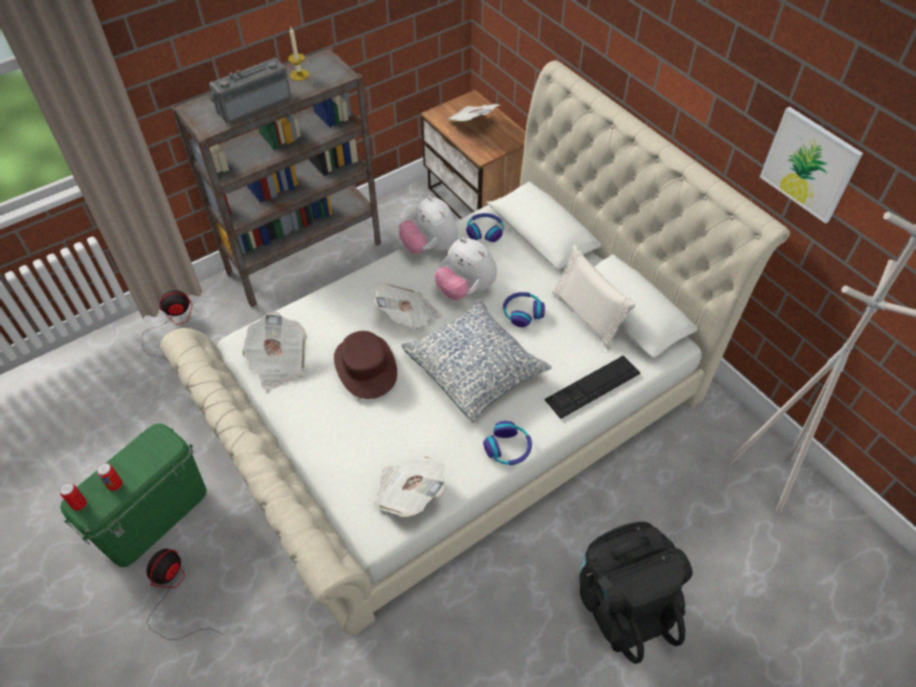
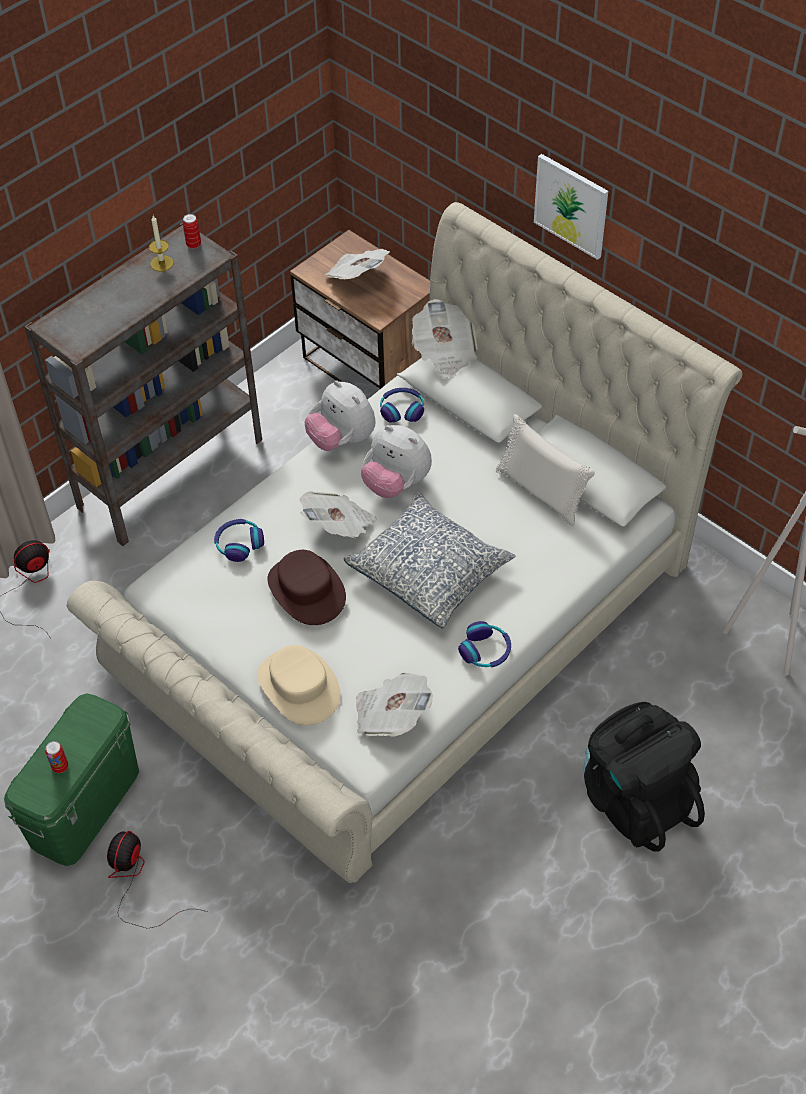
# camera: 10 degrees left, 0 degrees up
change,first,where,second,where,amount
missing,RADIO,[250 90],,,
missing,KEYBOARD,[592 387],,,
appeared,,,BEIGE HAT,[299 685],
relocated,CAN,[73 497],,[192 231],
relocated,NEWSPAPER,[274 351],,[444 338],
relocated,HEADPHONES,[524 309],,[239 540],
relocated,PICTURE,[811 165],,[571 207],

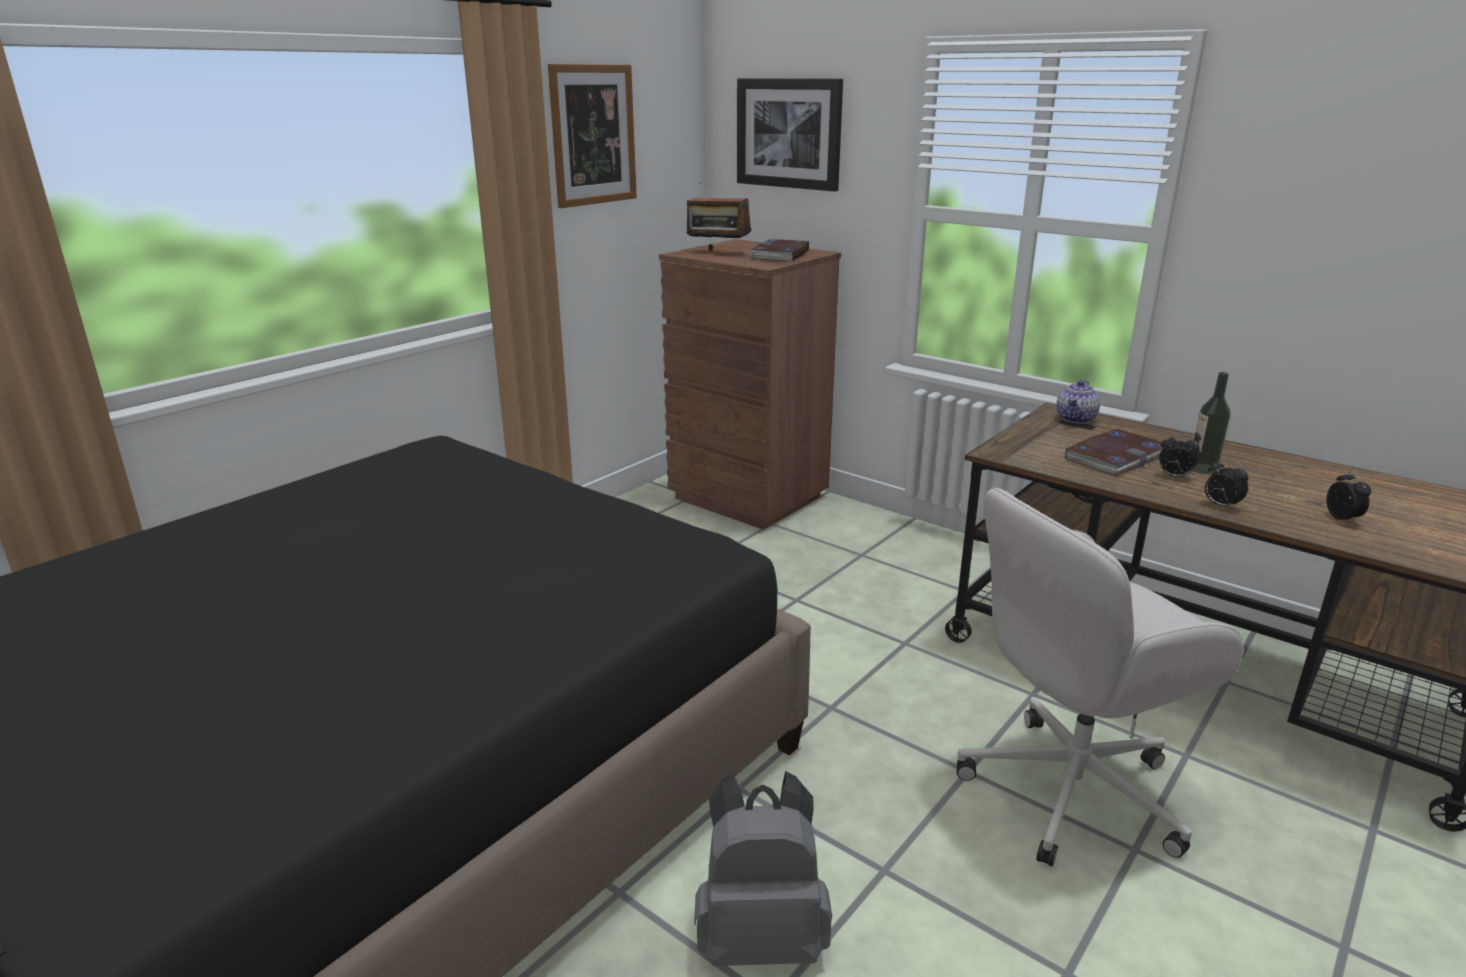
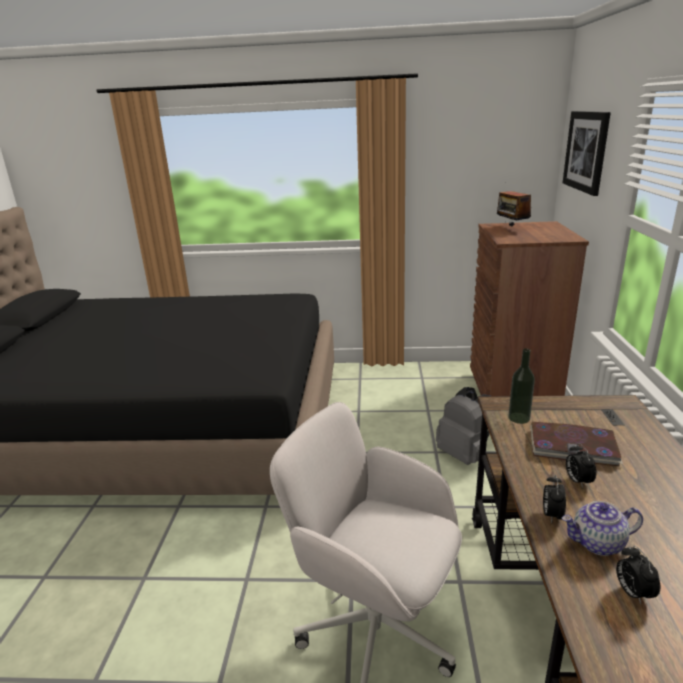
# camera: 55 degrees right, 0 degrees up
change,first,where,second,where,amount
missing,PICTURE,[592 136],,,
missing,BOOK,[779 250],,,
relocated,GREY BACKPACK,[763 868],,[463 426],
relocated,TEAPOT,[1078 402],,[602 528],
relocated,BOTTLE,[1211 423],,[521 386],
spun,ALARM CLOCK,[1348 497],,[638 575],120 degrees clockwise

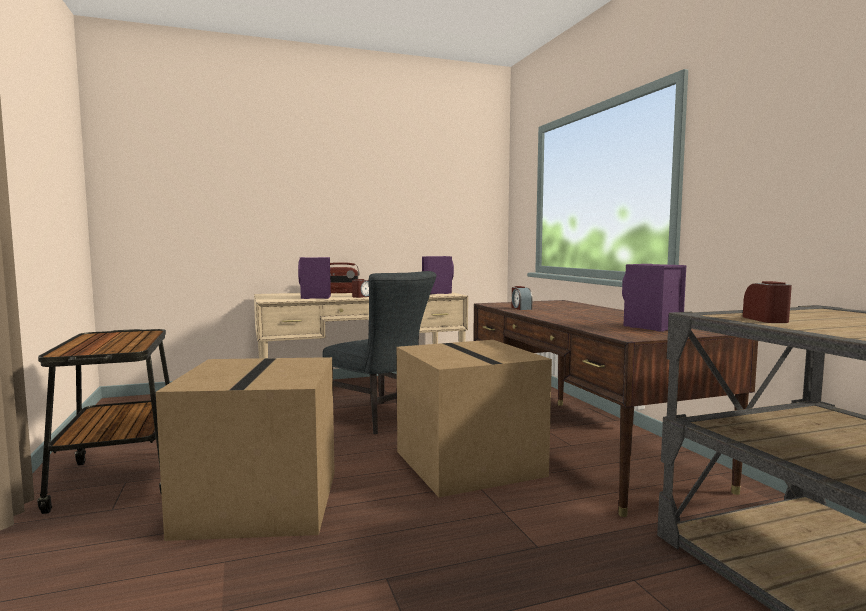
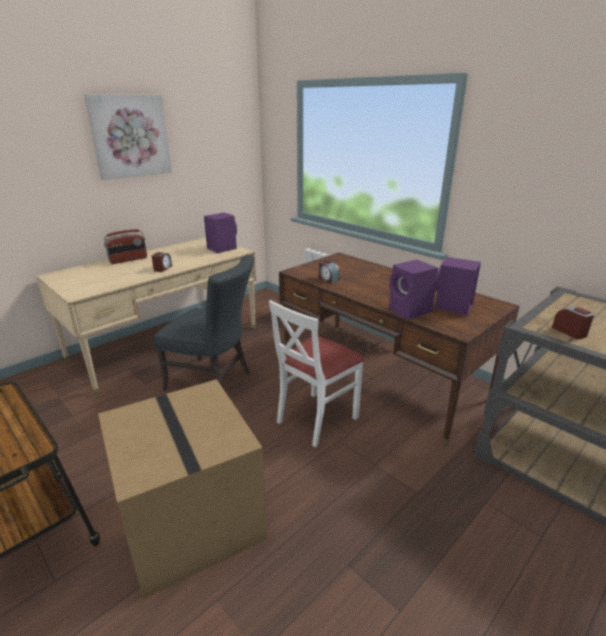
# camera: 25 degrees left, 20 degrees up
change,first,where,second,where,amount
appeared,,,PICTURE,[128 137],
relocated,PURPLE SPEAKER,[314 278],,[413 289],
exchanged,CARDBOARD BOX,[474 418],WHITE CHAIR,[317 373],

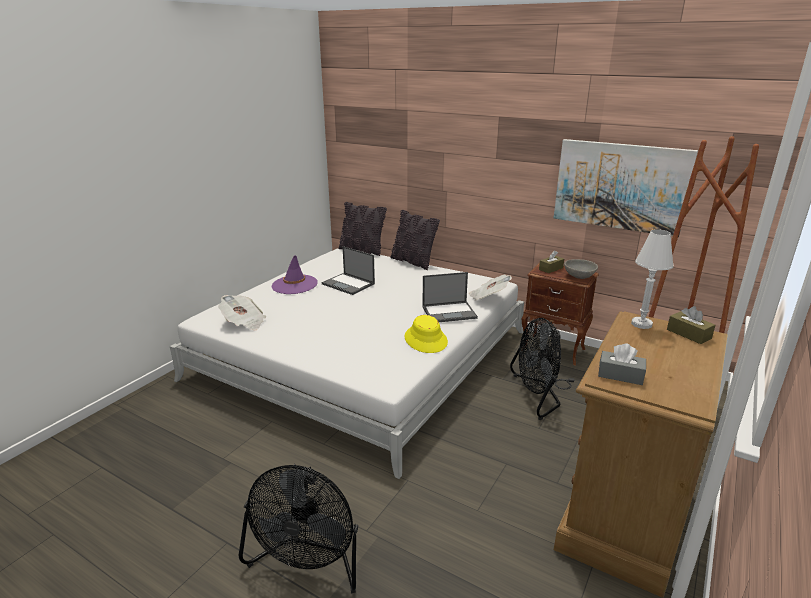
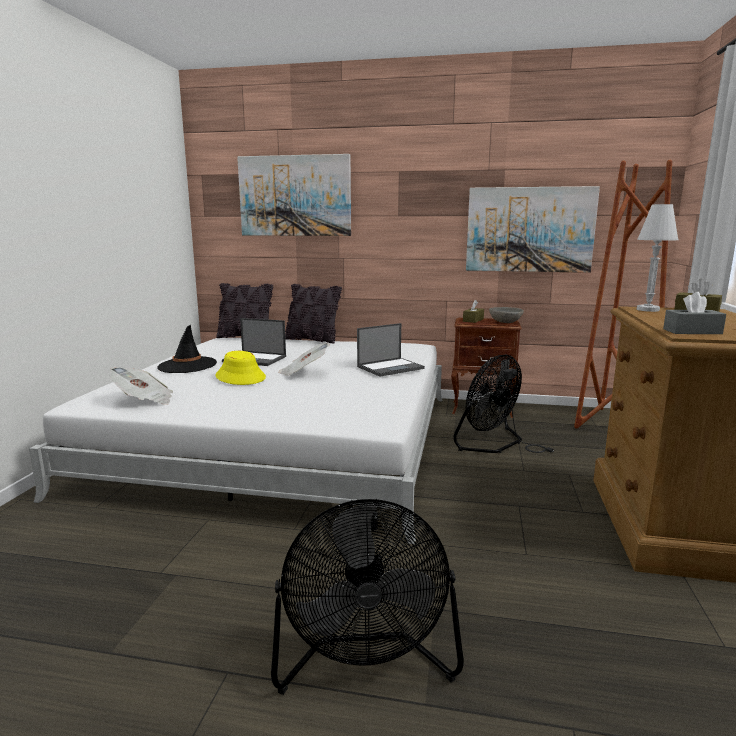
# camera: 20 degrees left, 10 degrees down
change,first,where,second,where,amount
appeared,,,PICTURE,[294 195],
relocated,YELLOW HAT,[426 334],,[241 368],
relocated,NEWSPAPER,[490 287],,[304 359],
colour,PURPLE HAT,[295 274],BLACK HAT,[187 349],
spun,BLACK FAN,[543 369],,[504 404],75 degrees clockwise

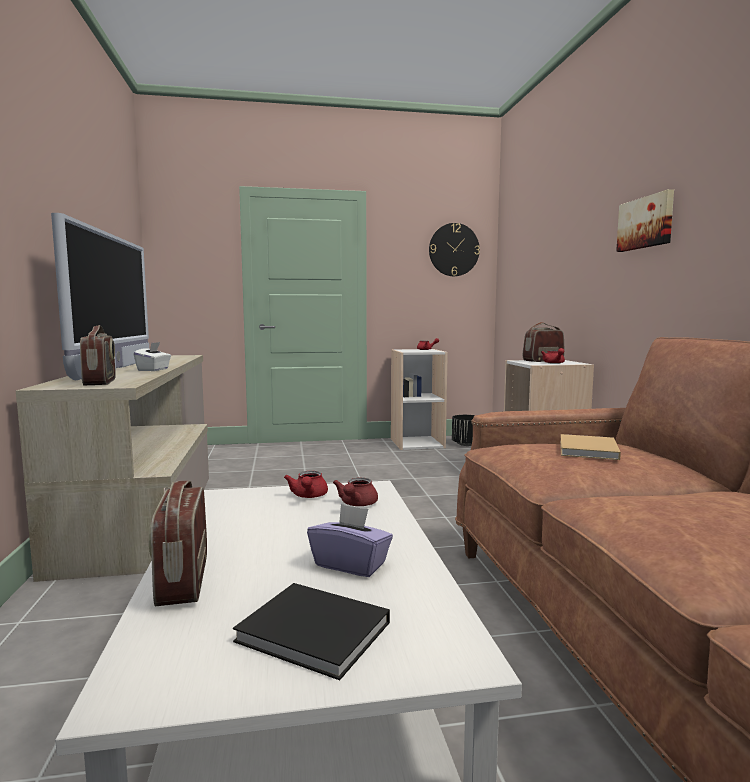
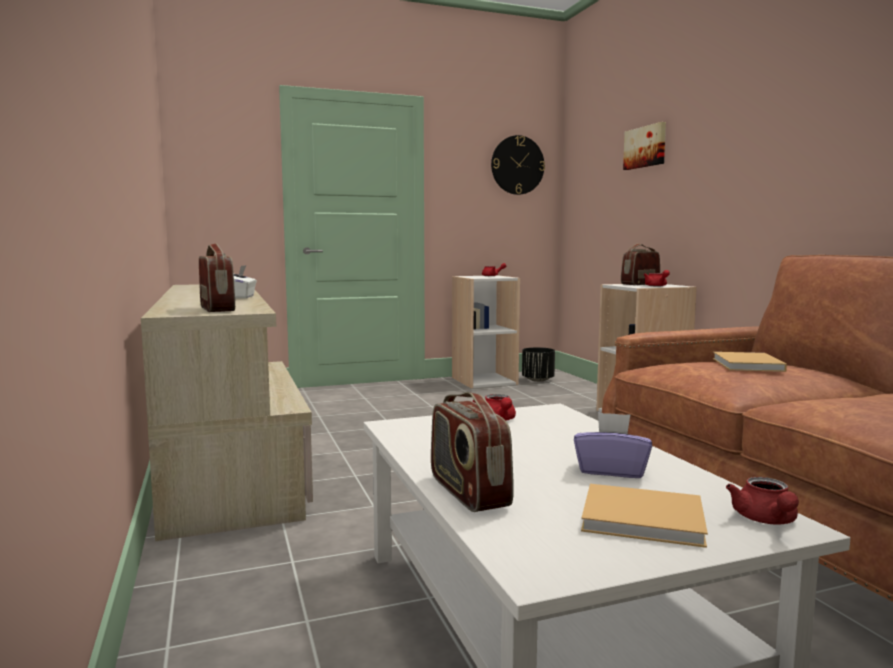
# camera: 10 degrees left, 0 degrees up
change,first,where,second,where,amount
missing,TELEVISION,[100 296],,,
relocated,RED TEAPOT,[355 492],,[762 500],
relocated,PICTURE,[645 220],,[644 146],
colour,BLACK BOOK,[311 631],BEIGE BOOK,[644 516],

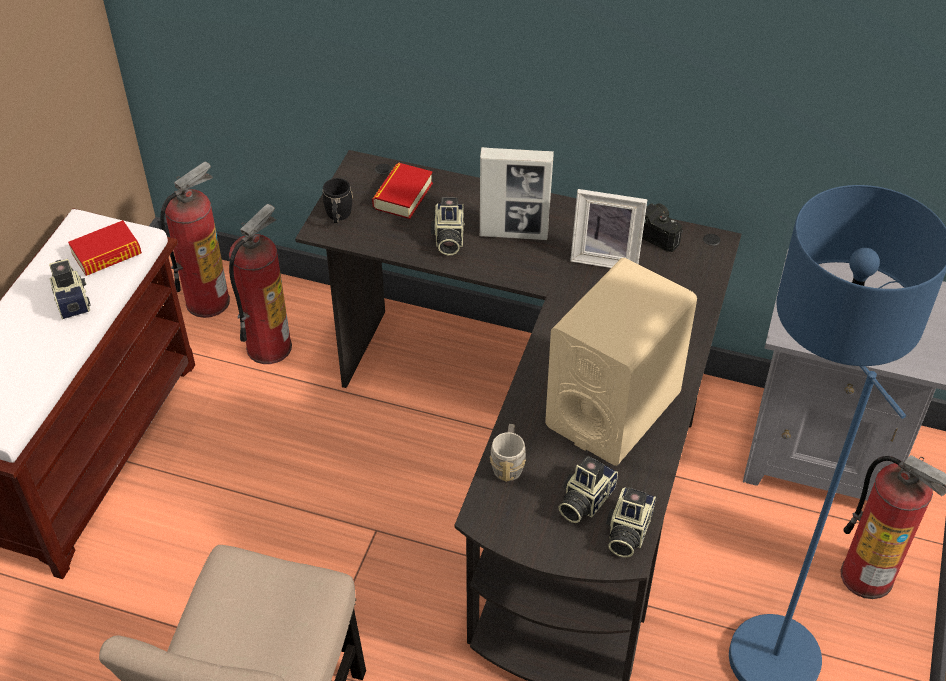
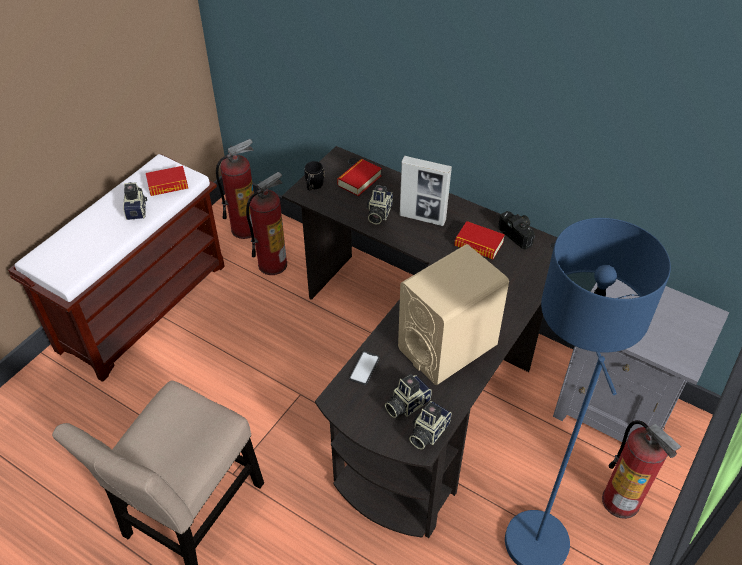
# camera: 15 degrees right, 0 degrees up
change,first,where,second,where,amount
exchanged,GREY MUG,[508 453],PHONE,[364 368],
exchanged,PICTURE FRAME,[608 228],BOOK,[479 240],

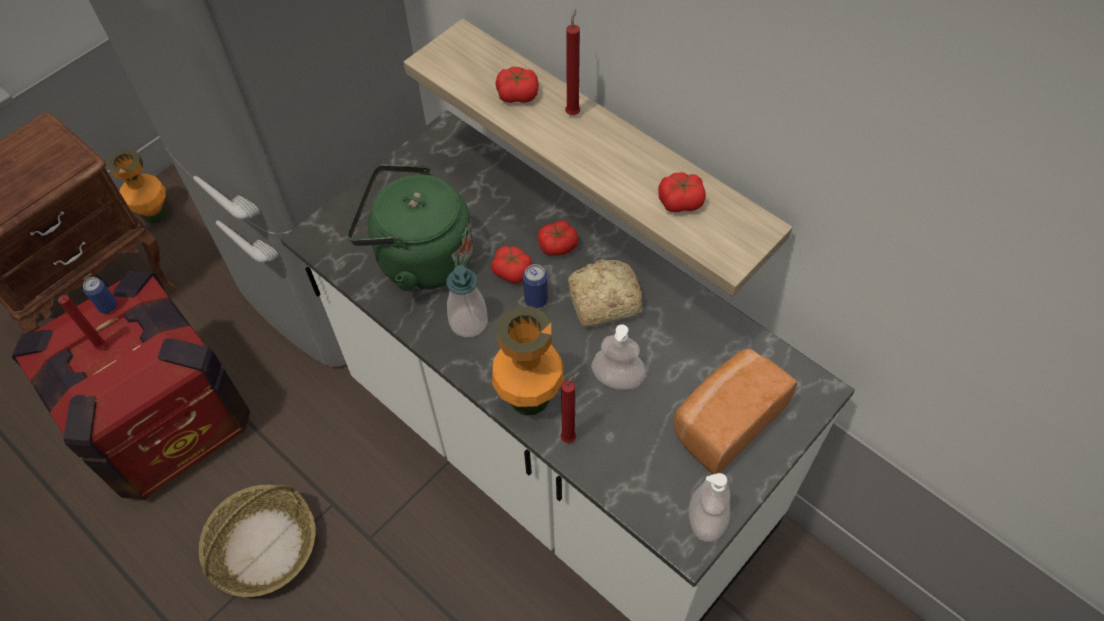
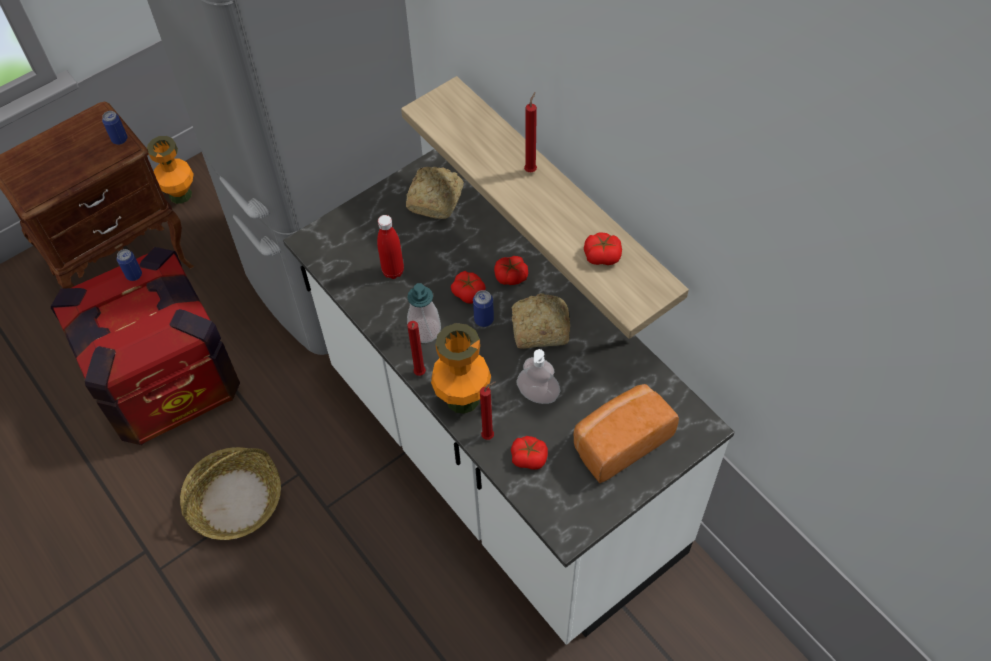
# camera: 10 degrees right, 0 degrees up
change,first,where,second,where,amount
missing,SOAP DISPENSER,[709 507],,,
appeared,,,CAN,[114 128],
appeared,,,BREAD,[435 193],
relocated,RED CANDLE,[82 322],,[416 348],
relocated,TOMATO,[517 85],,[529 453],
exchanged,GREEN KETTLE,[410 228],RED BOTTLE,[390 247],

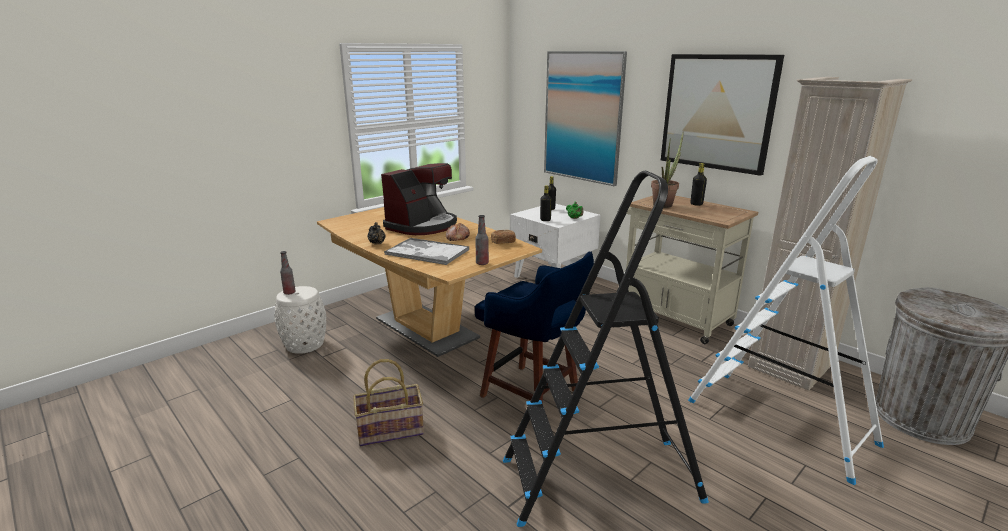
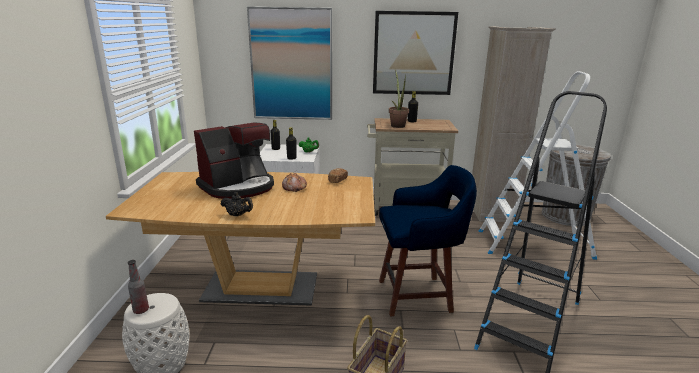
# camera: 45 degrees left, 0 degrees up
change,first,where,second,where,amount
missing,TRAY,[426 251],,,
missing,BOTTLE,[482 240],,,
spun,COFFEE MACHINE,[419 199],,[234 160],60 degrees clockwise

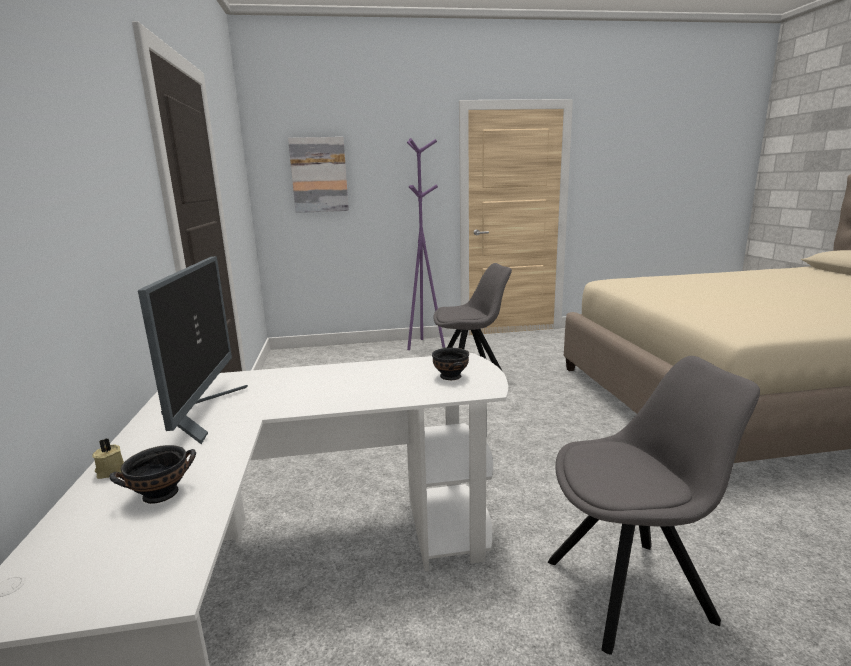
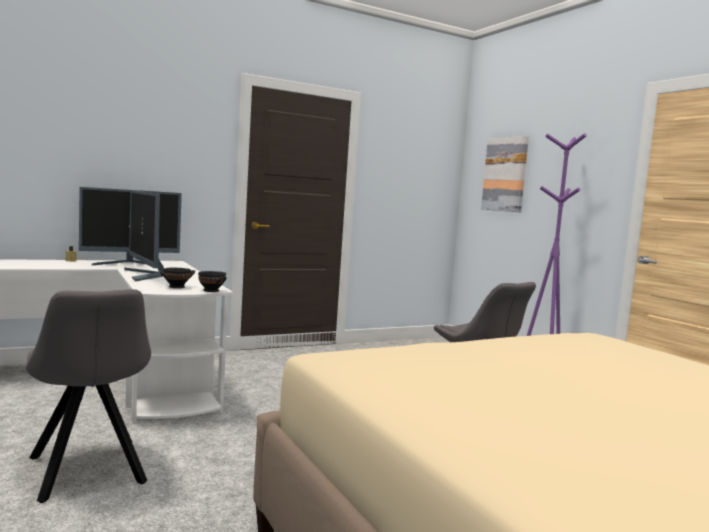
# camera: 70 degrees right, 10 degrees down
change,first,where,second,where,amount
appeared,,,MONITOR,[144 235],
relocated,BLACK BOWL,[152 474],,[212 281],

